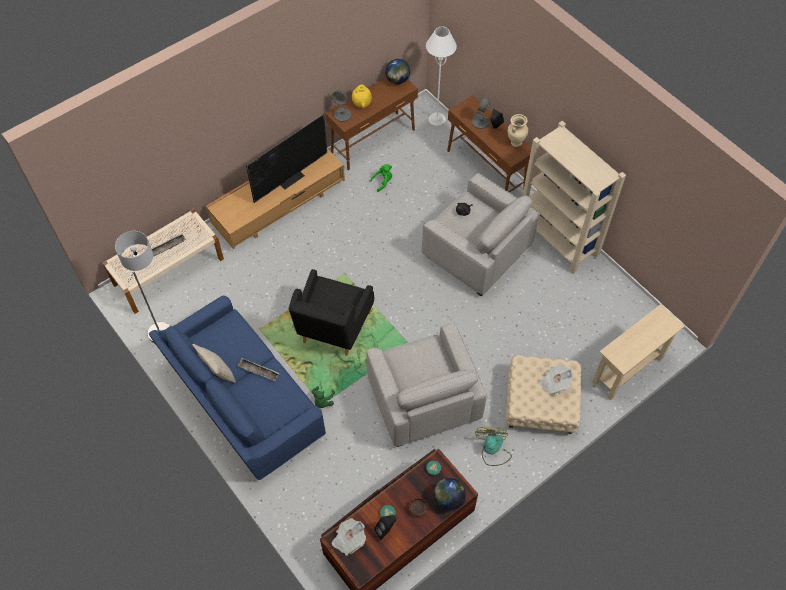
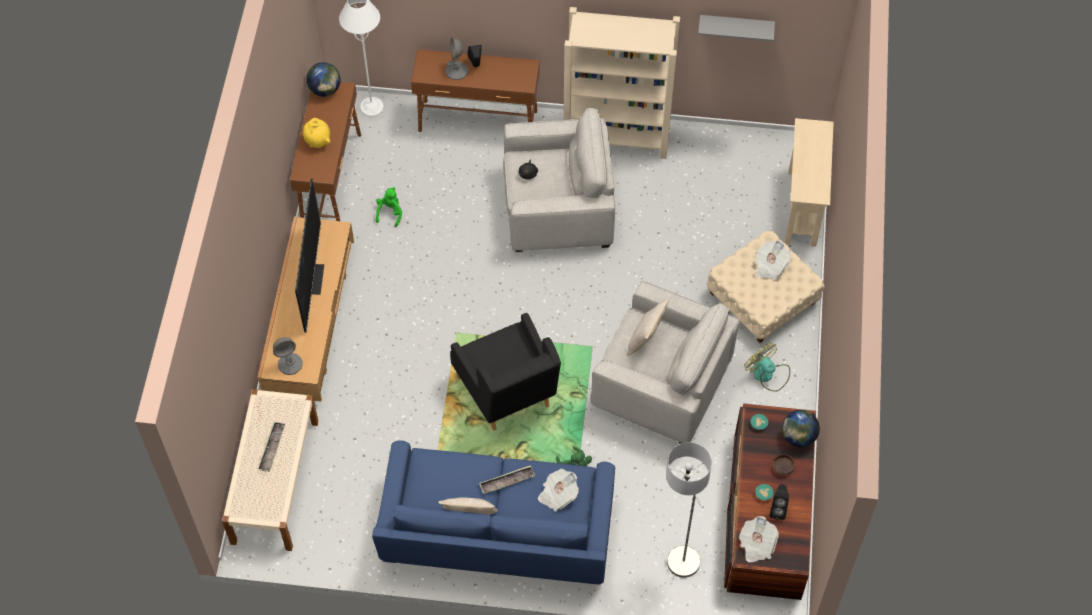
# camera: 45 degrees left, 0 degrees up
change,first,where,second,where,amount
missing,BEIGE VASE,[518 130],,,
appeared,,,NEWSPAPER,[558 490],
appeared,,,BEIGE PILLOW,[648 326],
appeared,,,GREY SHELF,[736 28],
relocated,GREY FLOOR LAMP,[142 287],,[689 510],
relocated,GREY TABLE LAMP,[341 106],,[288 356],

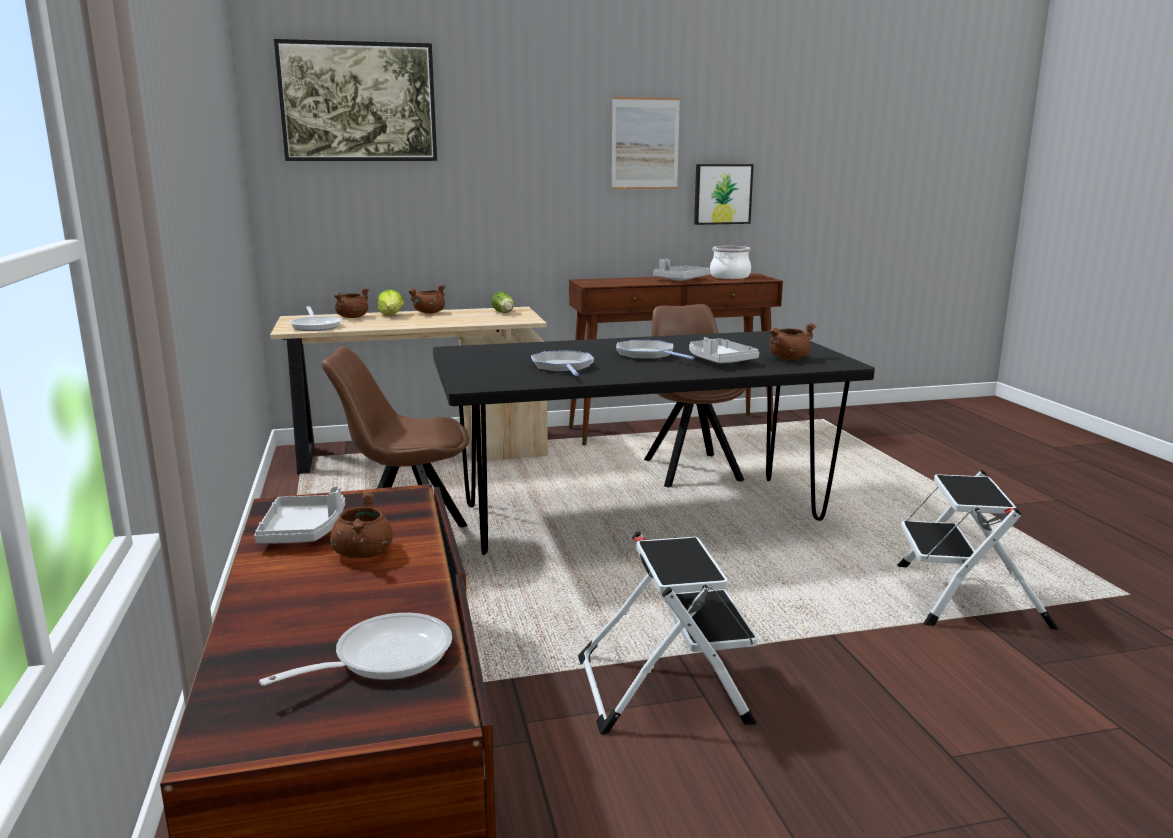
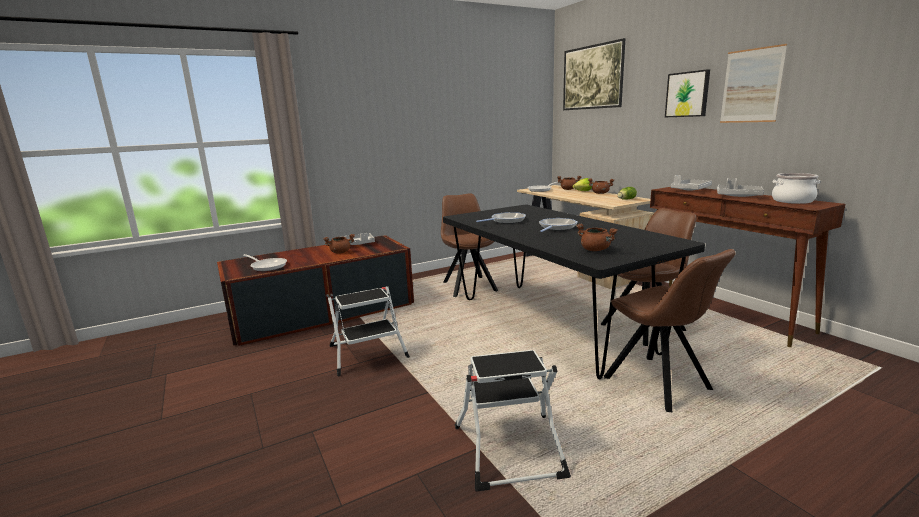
# camera: 75 degrees right, 0 degrees up
change,first,where,second,where,amount
appeared,,,BROWN CHAIR,[669 330],
relocated,GREY TRAY,[724 350],,[691 183],
relocated,PICTURE,[724 194],,[687 93],

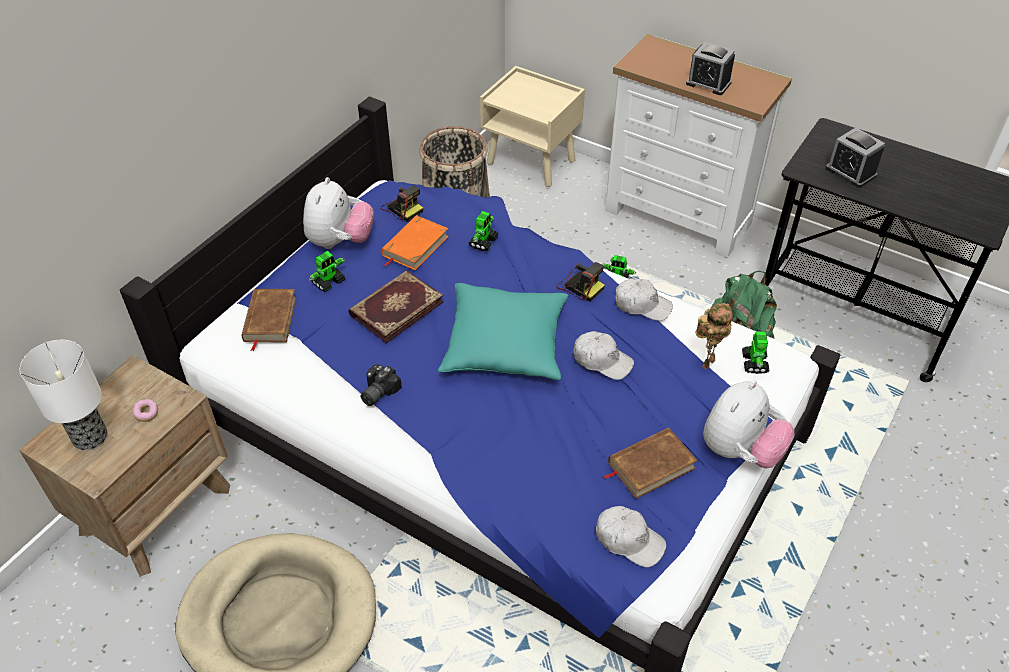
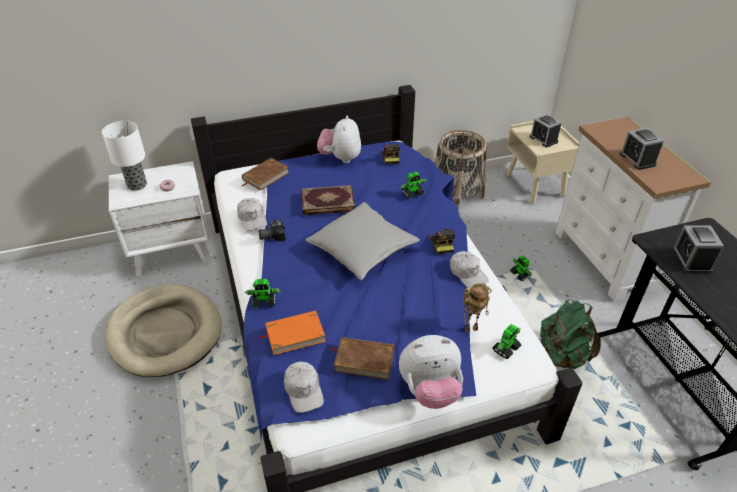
# camera: 40 degrees right, 5 degrees down
change,first,where,second,where,amount
appeared,,,ALARM CLOCK,[546 130],
relocated,TOY ROBOT,[327 271],,[263 293],
relocated,ORANGE BOOK,[415 242],,[292 333],
relocated,WHITE CAP,[603 355],,[252 214],
colour,BROWN NIGHTSTAND,[124 466],WHITE NIGHTSTAND,[160 219],
colour,TURQUOISE PILLOW,[503 331],GREY PILLOW,[362 241],
spun,PLUSH TOY,[338 213],,[339 139],135 degrees clockwise

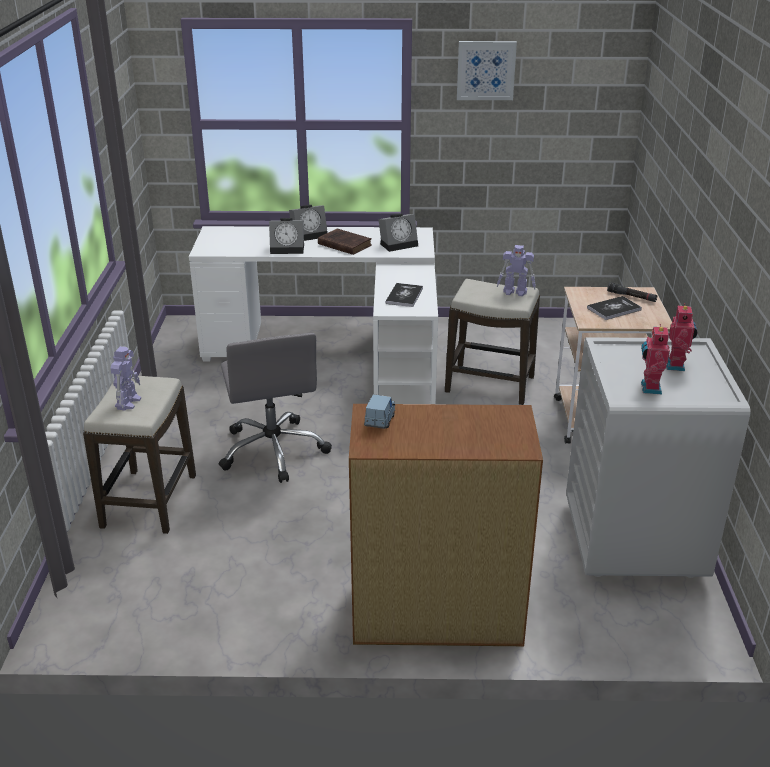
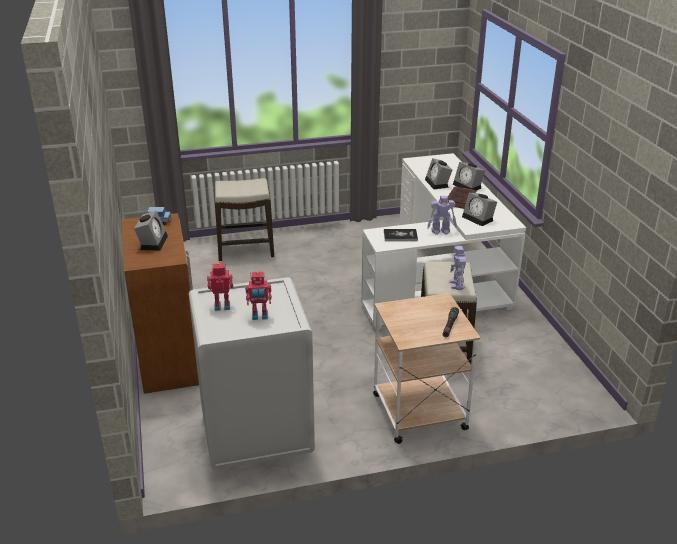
# camera: 75 degrees right, 0 degrees up
change,first,where,second,where,amount
missing,GREY OFFICE CHAIR,[275 408],,,
missing,PICTURE,[487 70],,,
missing,BOOK,[614 308],,,
appeared,,,ALARM CLOCK,[151 231],
relocated,TOY ROBOT,[125 378],,[442 215],

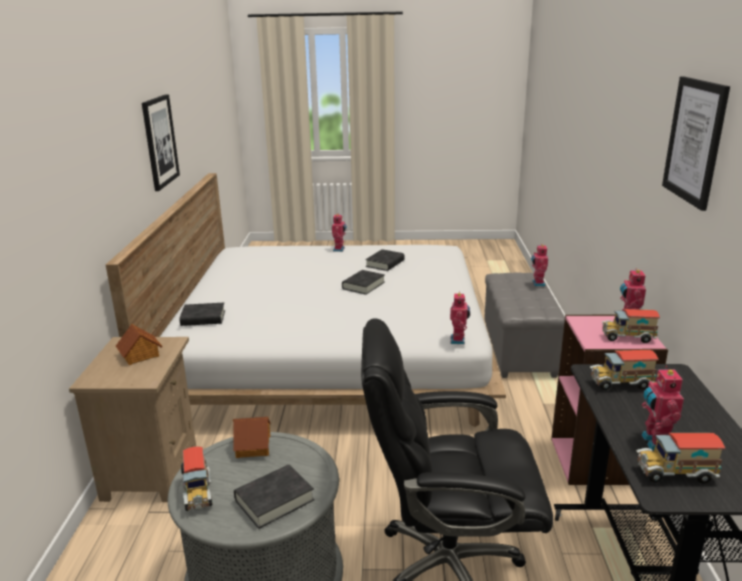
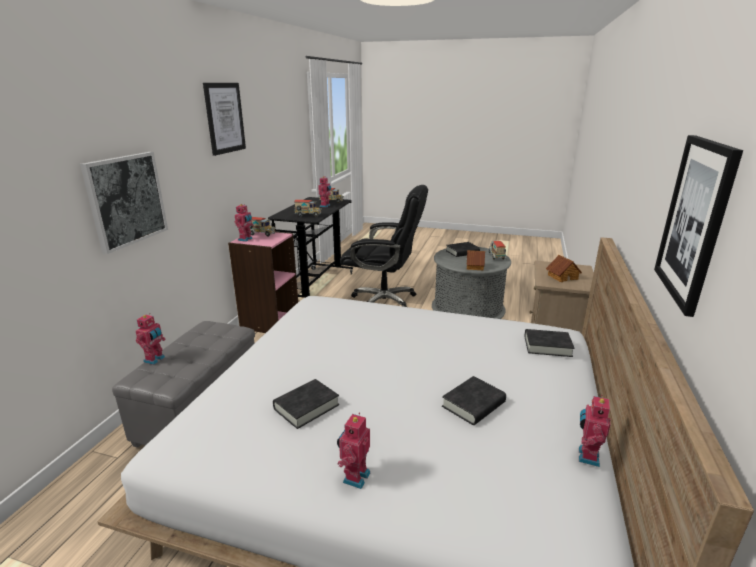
# camera: 165 degrees left, 0 degrees up
change,first,where,second,where,amount
appeared,,,PICTURE,[124 203],
relocated,BLACK BOOK,[363 282],,[474 400],
relocated,TOY ROBOT,[460 317],,[594 430],

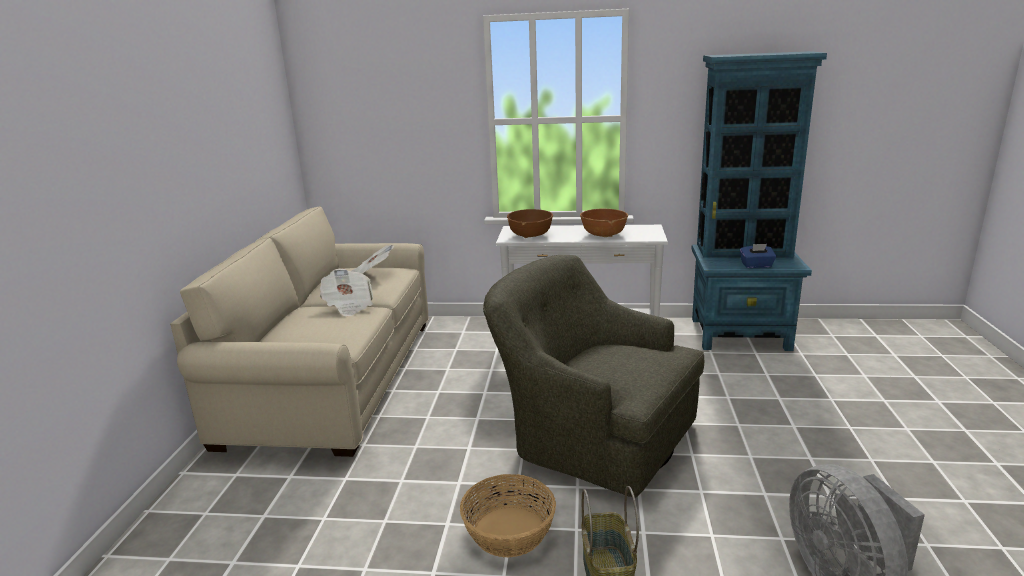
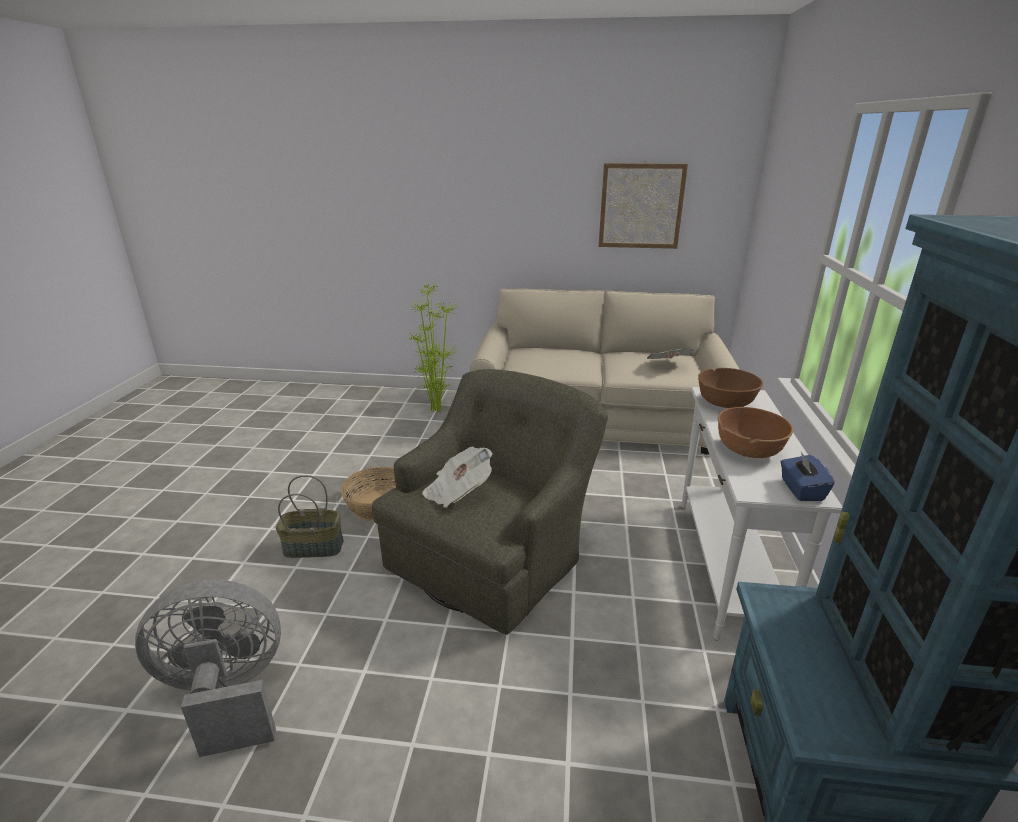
# camera: 90 degrees right, 5 degrees up
change,first,where,second,where,amount
appeared,,,POTTED PLANT,[433 347],
appeared,,,PICTURE,[643 205],
relocated,NEWSPAPER,[346 293],,[458 477],
relocated,BLUE TISSUE BOX,[758 256],,[808 476],

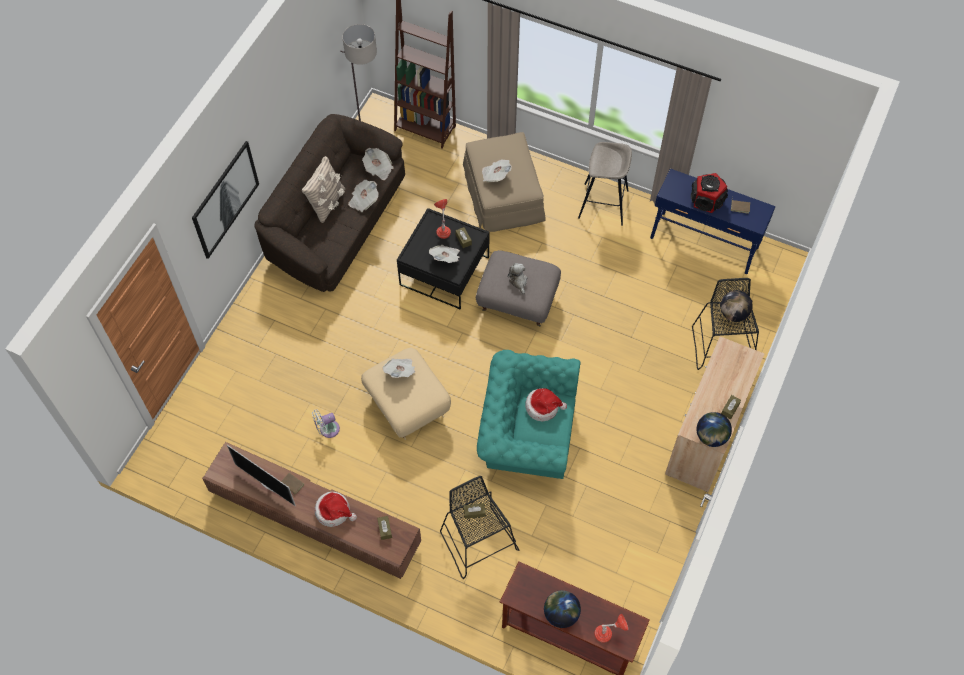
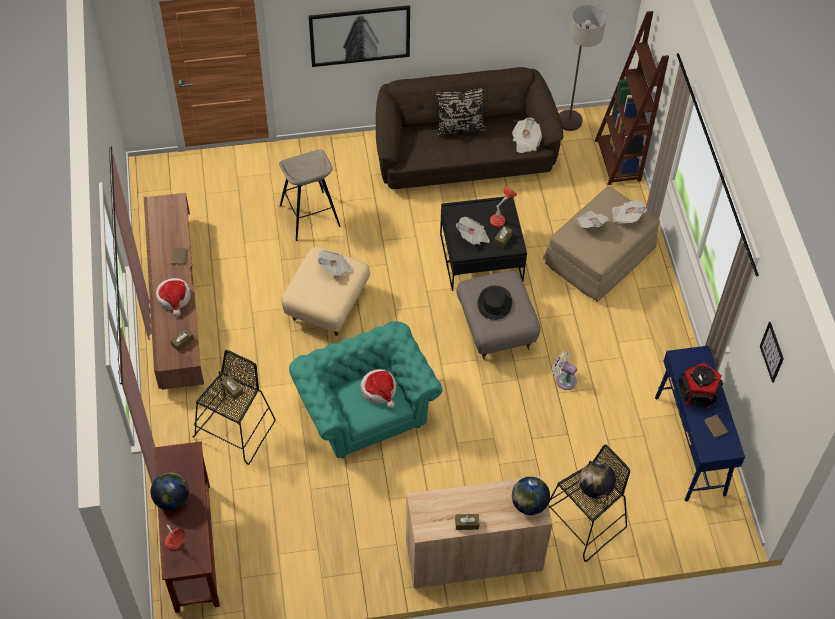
# camera: 55 degrees right, 5 degrees down
change,first,where,second,where,amount
missing,TELEVISION,[261 475],,,
appeared,,,PICTURE,[772 352],
relocated,WHITE FAN,[326 423],,[564 370],
relocated,NEWSPAPER,[363 196],,[629 211],
relocated,GREY STOOL,[605 184],,[310 195],
relocated,GLOBE,[714 429],,[531 496],
exchanged,PLUSH TOY,[517 279],BLACK HAT,[495 303],
colour,BEIGE PILLOW,[323 189],BLACK PILLOW,[460 111],

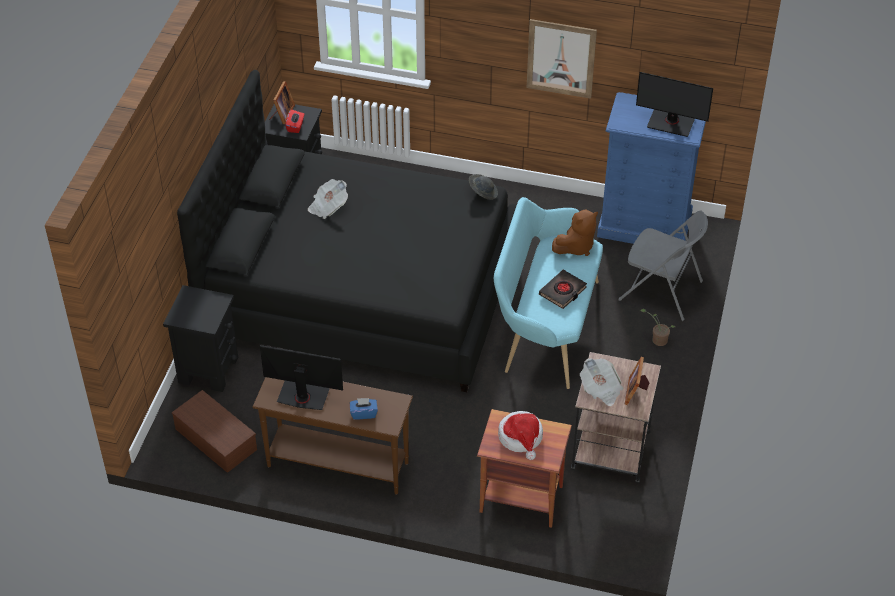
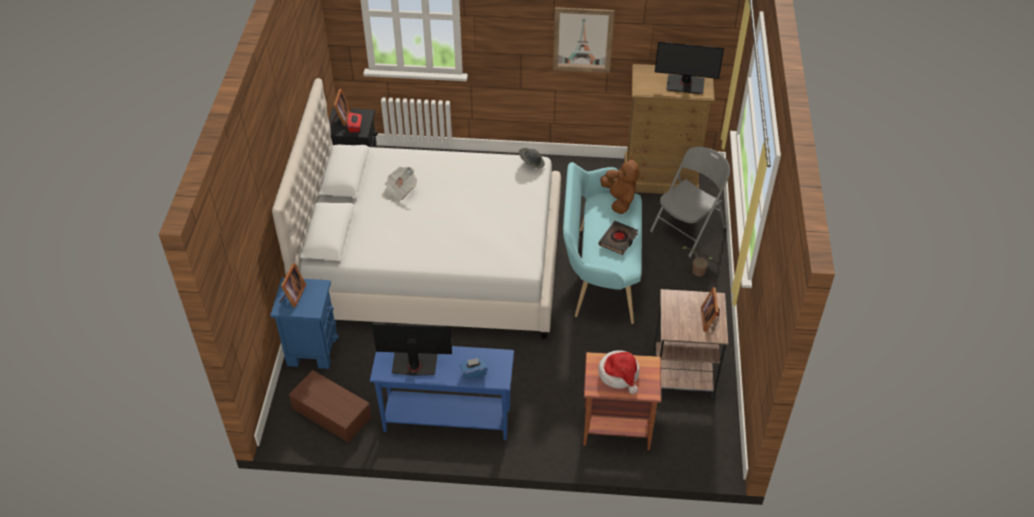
# camera: 10 degrees left, 0 degrees up
change,first,where,second,where,amount
missing,NEWSPAPER,[601 382],,,
appeared,,,PICTURE FRAME,[293 285],
colour,BLACK NIGHTSTAND,[200 338],BLUE NIGHTSTAND,[304 323],
colour,BLACK BED,[347 231],WHITE BED,[416 208],
colour,BROWN CONSOLE TABLE,[333 436],BLUE CONSOLE TABLE,[442 393],
colour,BLUE DRESSER,[651 168],BROWN DRESSER,[669 129],
spun,BROWN PLUSH TOY,[575 232],,[619 185],60 degrees counterclockwise
spun,GREY CHAIR,[663 265],,[690 202],60 degrees counterclockwise

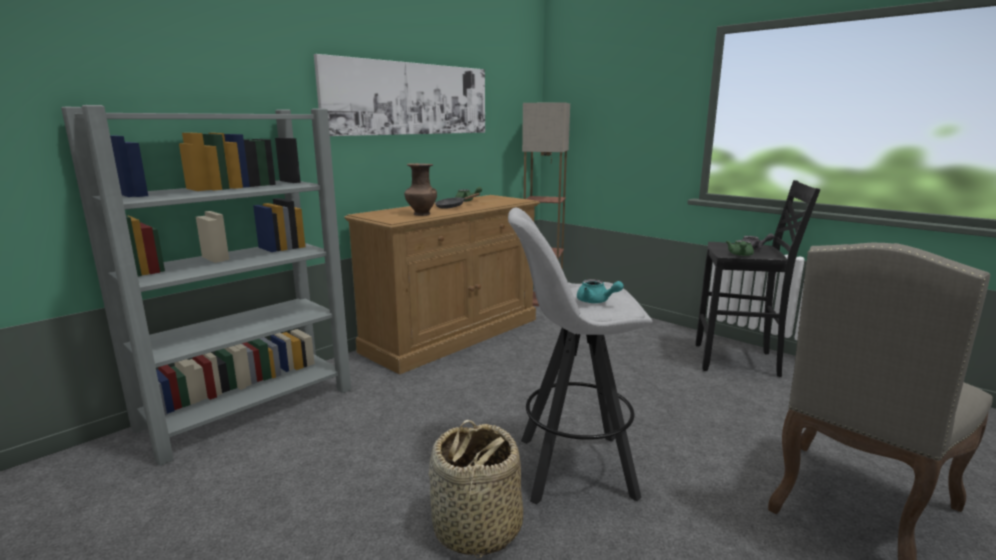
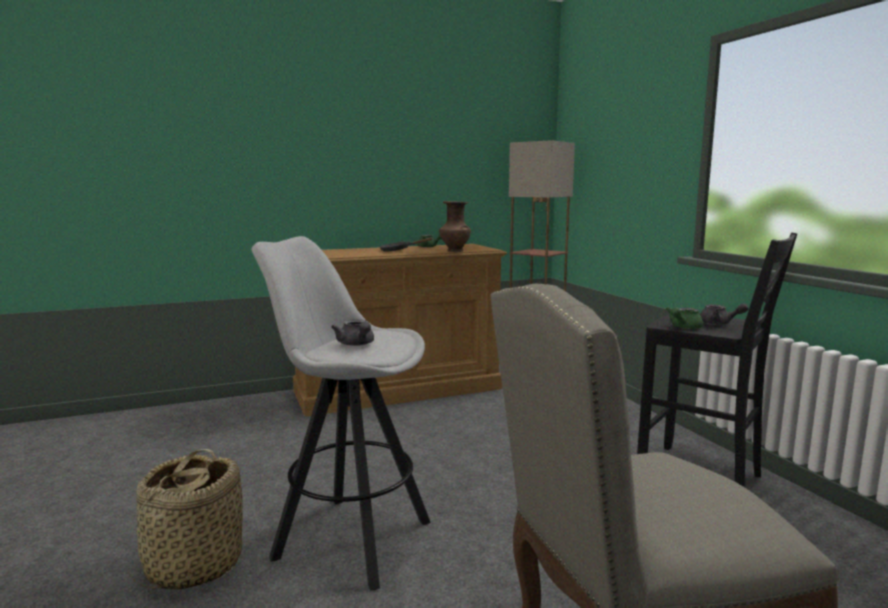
# camera: 25 degrees right, 5 degrees down
change,first,where,second,where,amount
missing,GREY BOOKCASE,[206 285],,,
missing,PICTURE,[399 95],,,
relocated,BROWN VASE,[420 189],,[455 226],
colour,TURQUOISE TEAPOT,[600 291],GREY TEAPOT,[352 332],

